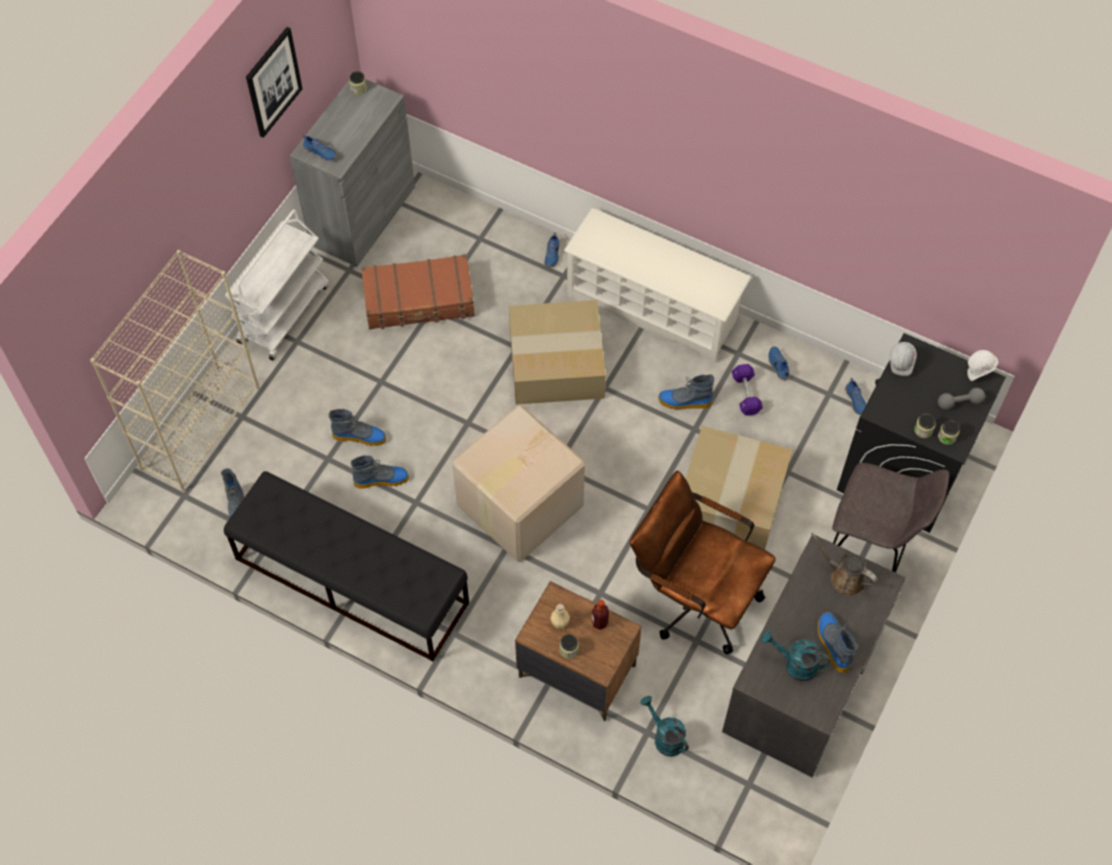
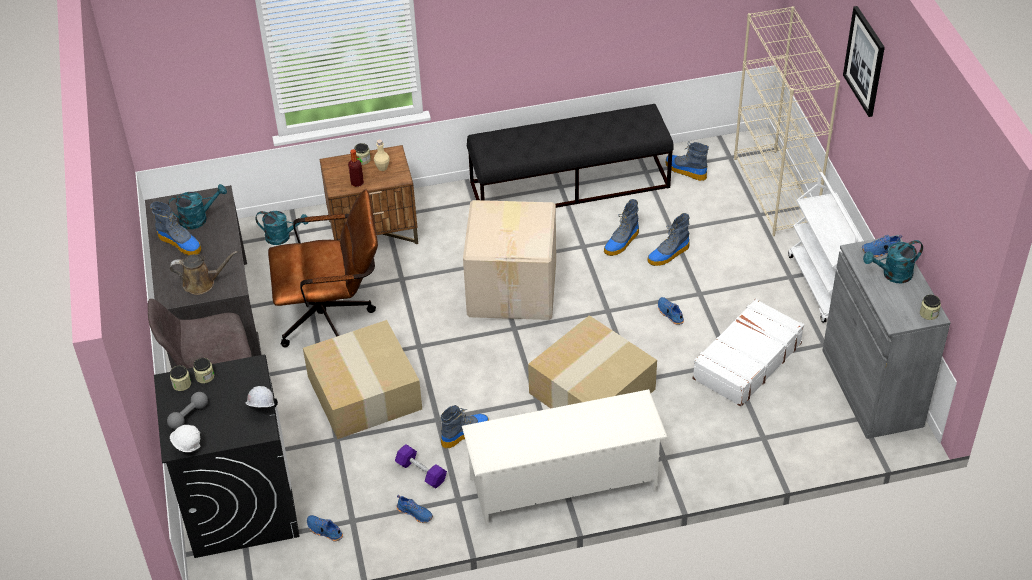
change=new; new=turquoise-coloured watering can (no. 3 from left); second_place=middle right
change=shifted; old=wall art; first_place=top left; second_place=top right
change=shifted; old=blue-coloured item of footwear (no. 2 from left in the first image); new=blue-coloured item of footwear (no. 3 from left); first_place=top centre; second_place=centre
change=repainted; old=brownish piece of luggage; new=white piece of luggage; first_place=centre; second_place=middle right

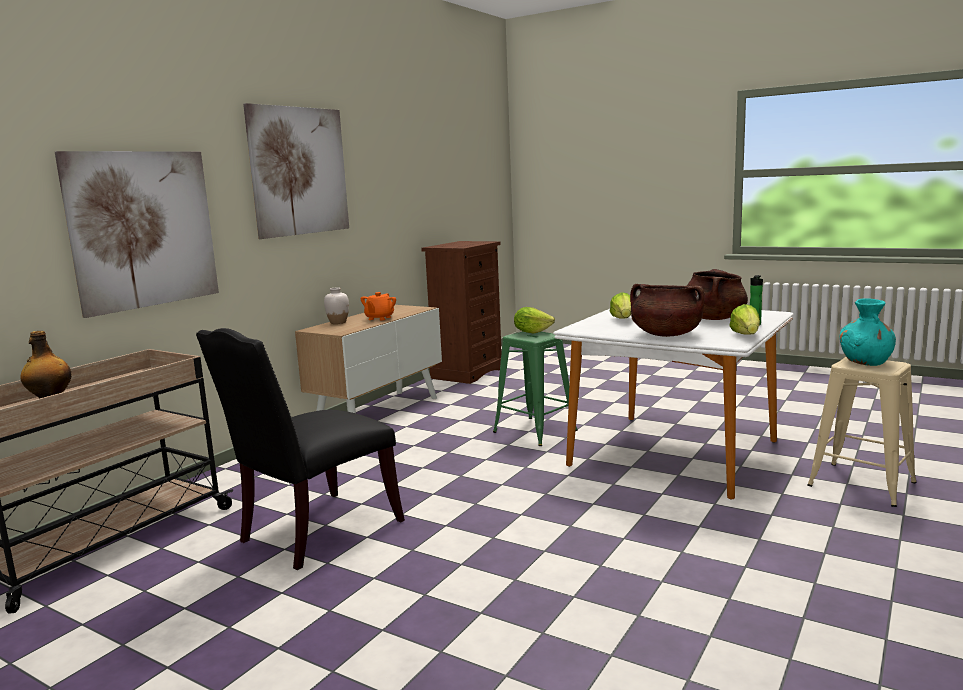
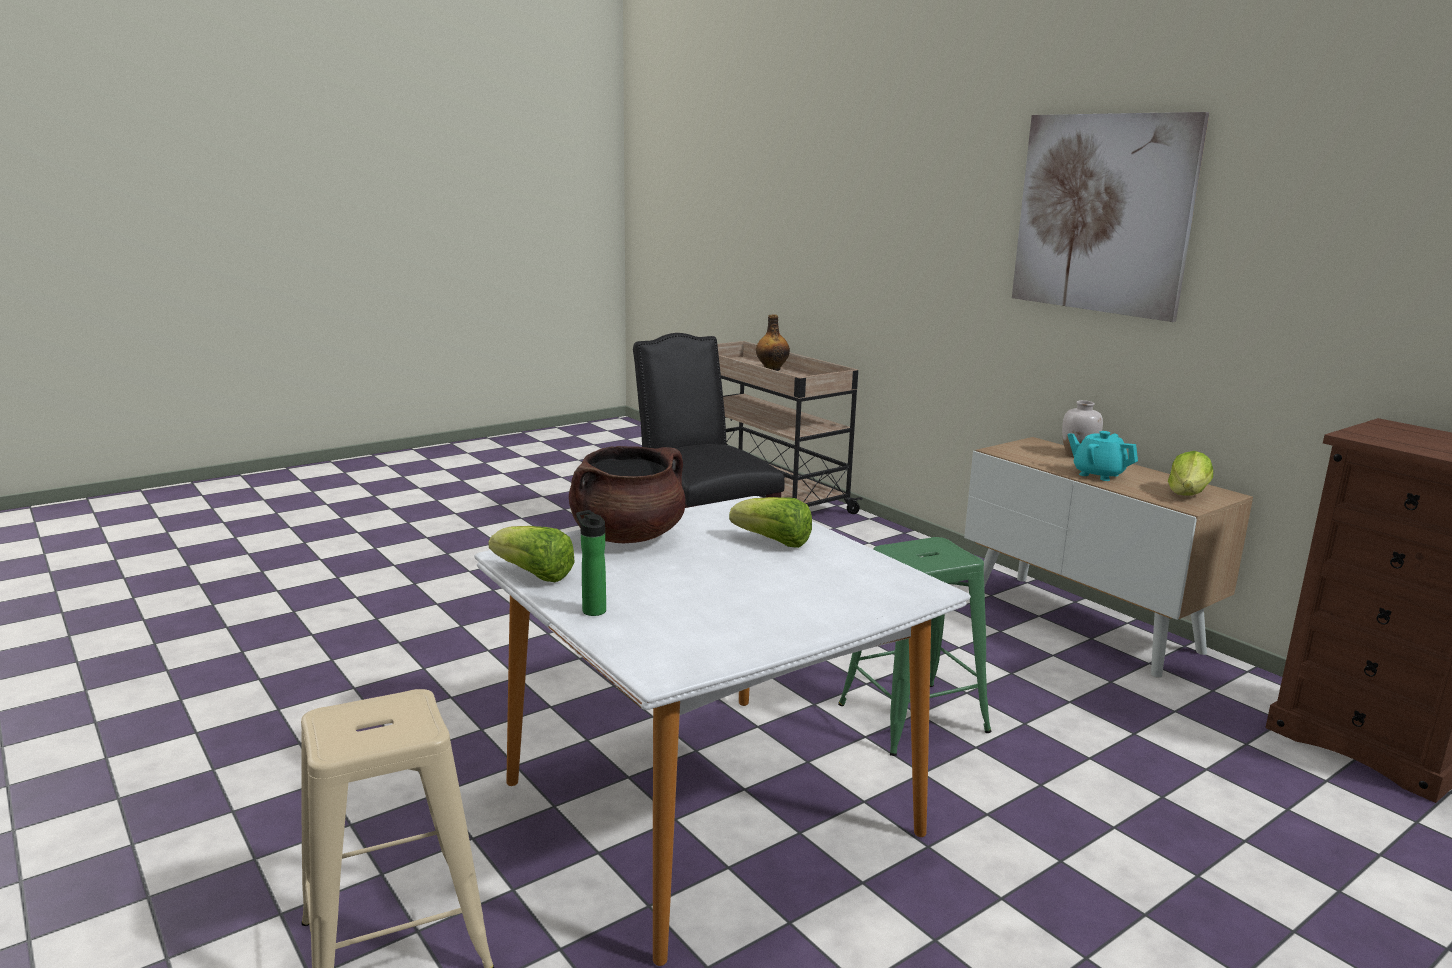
change=gone; old=wall art (no. 1 from left); first_place=middle left
change=gone; old=brownish stockpot (no. 2 from left); first_place=middle right
change=gone; old=turquoise-coloured flower vase; first_place=middle right
change=shifted; old=lettuce head (no. 1 from left in the first image); new=lettuce head (no. 3 from left); first_place=centre; second_place=middle right
change=repainted; old=orange-coloured pot for tea; new=turquoise-coloured pot for tea; first_place=centre; second_place=middle right

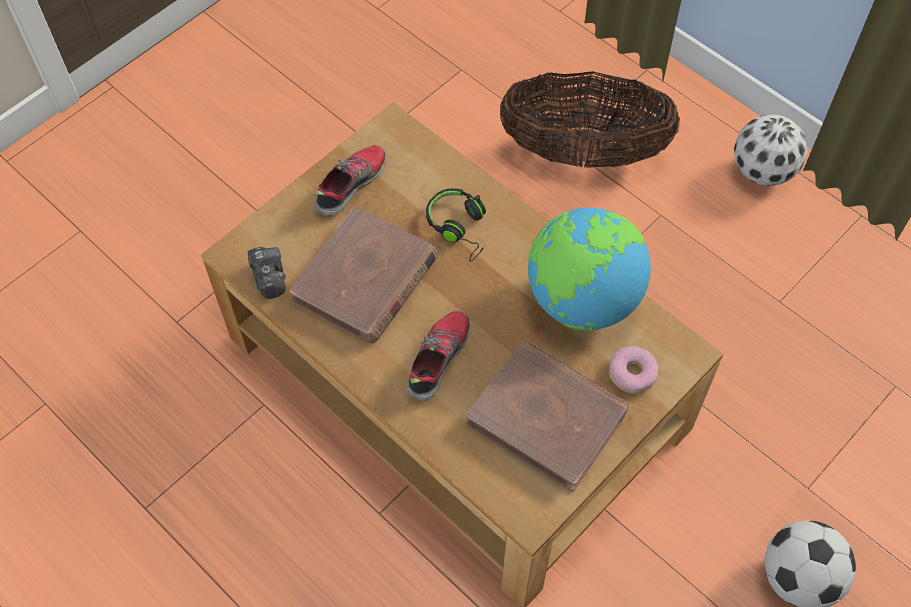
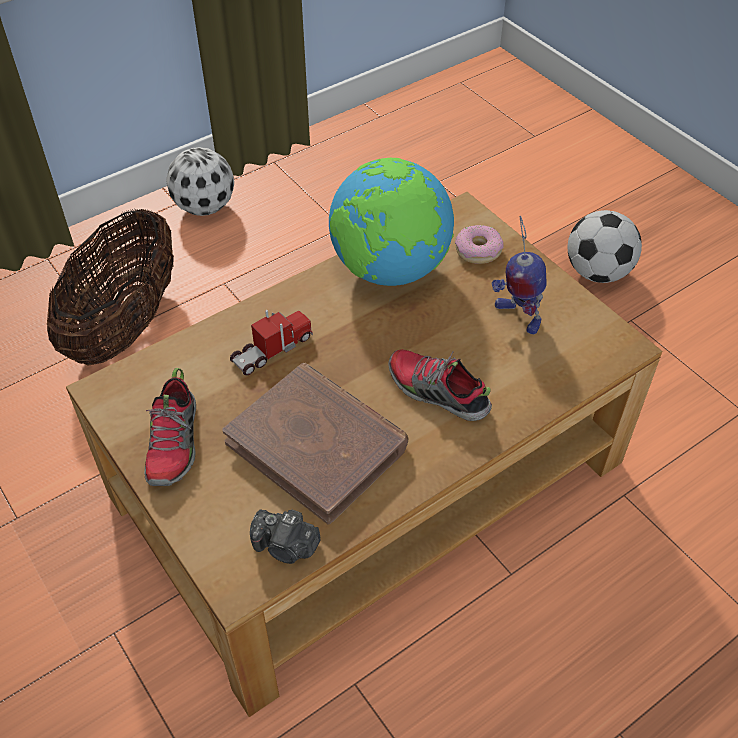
change=swapped; old=black headset; new=toy lorry; first_place=centre; second_place=centre
change=swapped; old=brownish book (no. 2 from left); new=robot figure; first_place=bottom centre; second_place=middle right
change=rotated; old=still camera; first_place=middle left; second_place=bottom centre; degrees=-150
change=rotated; old=item of footwear (no. 1 from left); first_place=top centre; second_place=middle left; degrees=-135

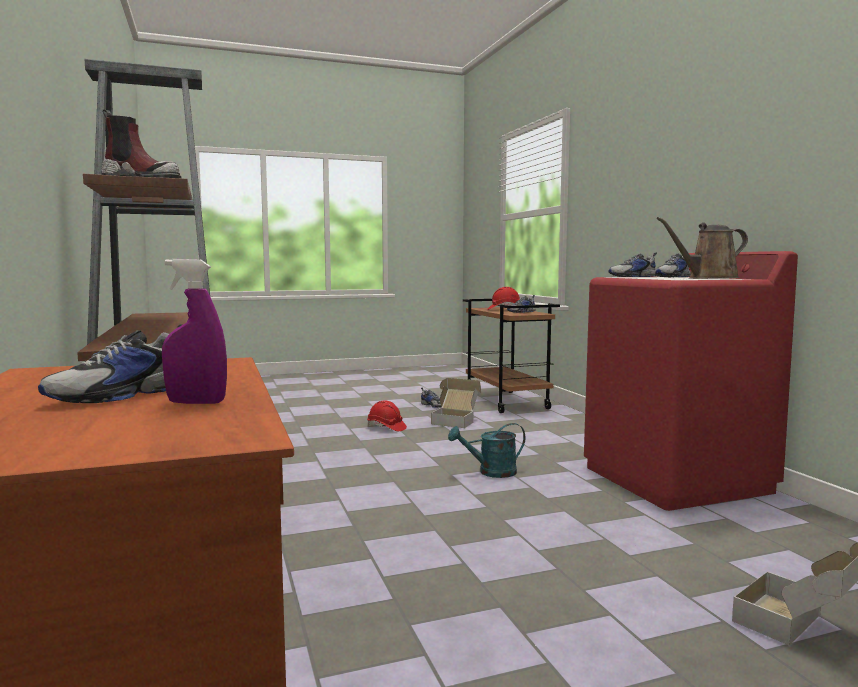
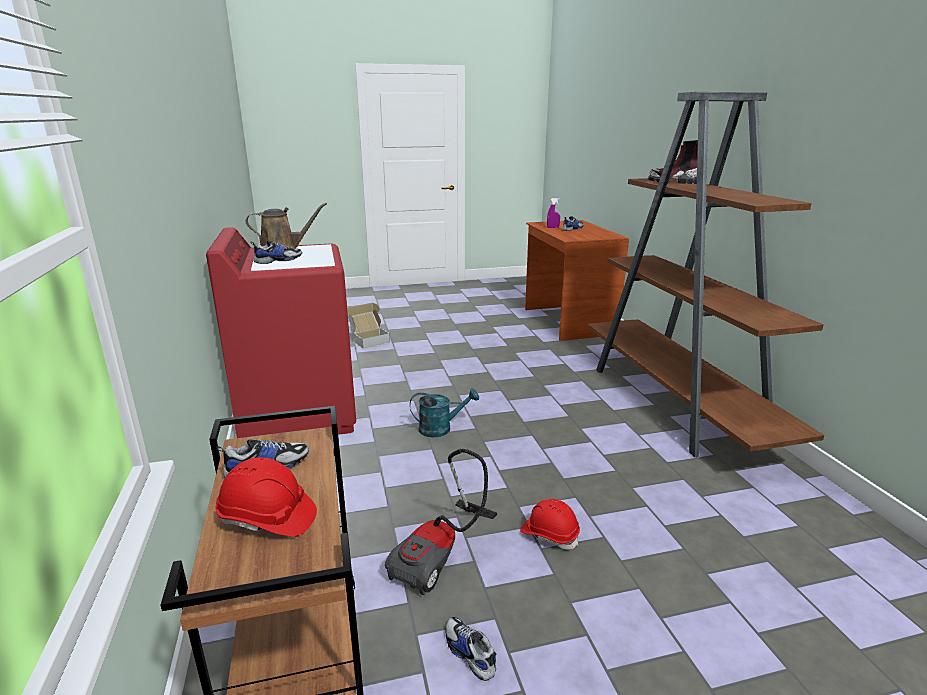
change=gone; old=item of footwear (no. 4 from left); first_place=middle right
change=swapped; old=carton (no. 1 from left); new=hoover; first_place=centre; second_place=bottom centre

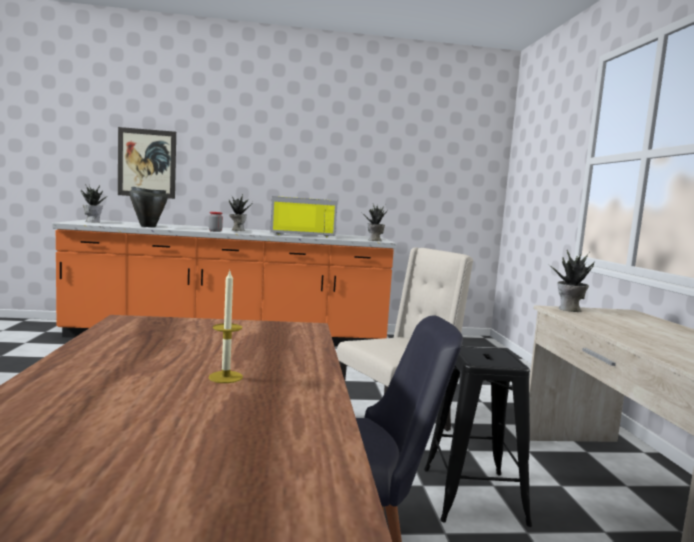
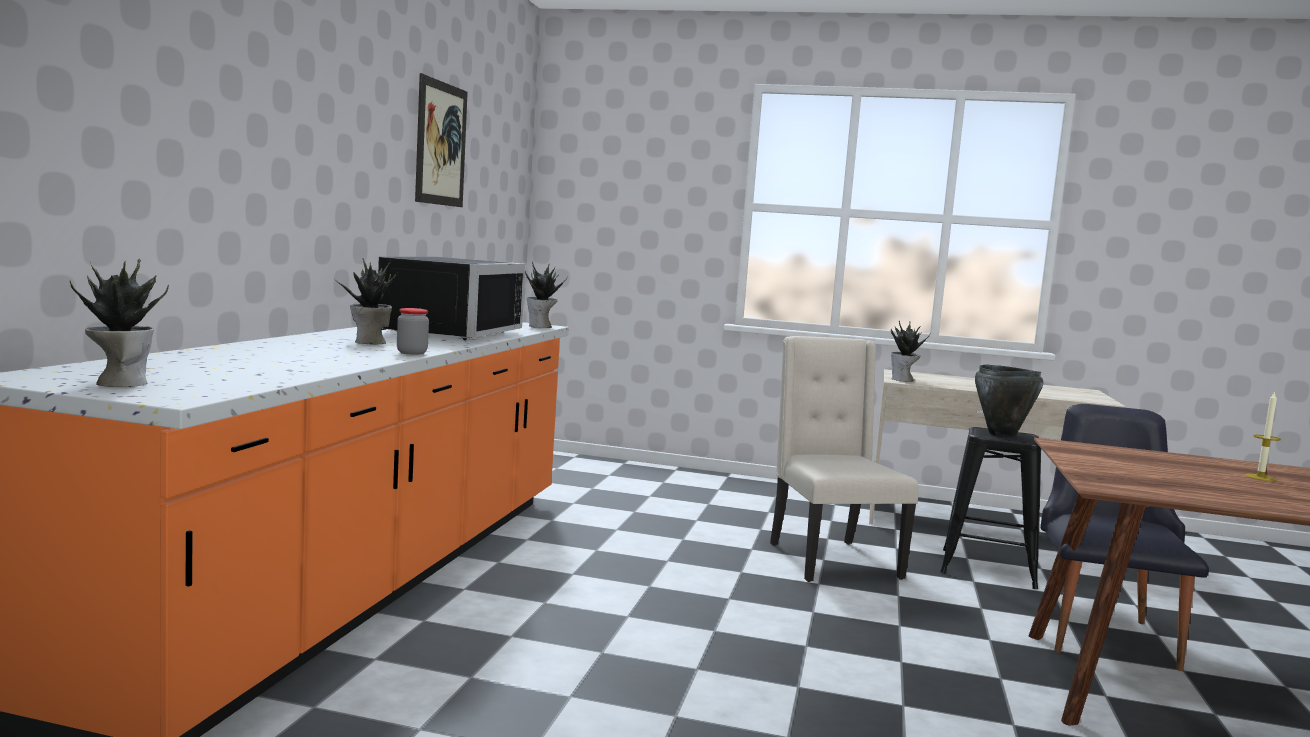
change=shifted; old=wall art; first_place=top left; second_place=top centre
change=shifted; old=black stockpot; first_place=middle left; second_place=middle right
change=repainted; old=yellow-coloured microwave; new=black microwave; first_place=centre; second_place=centre

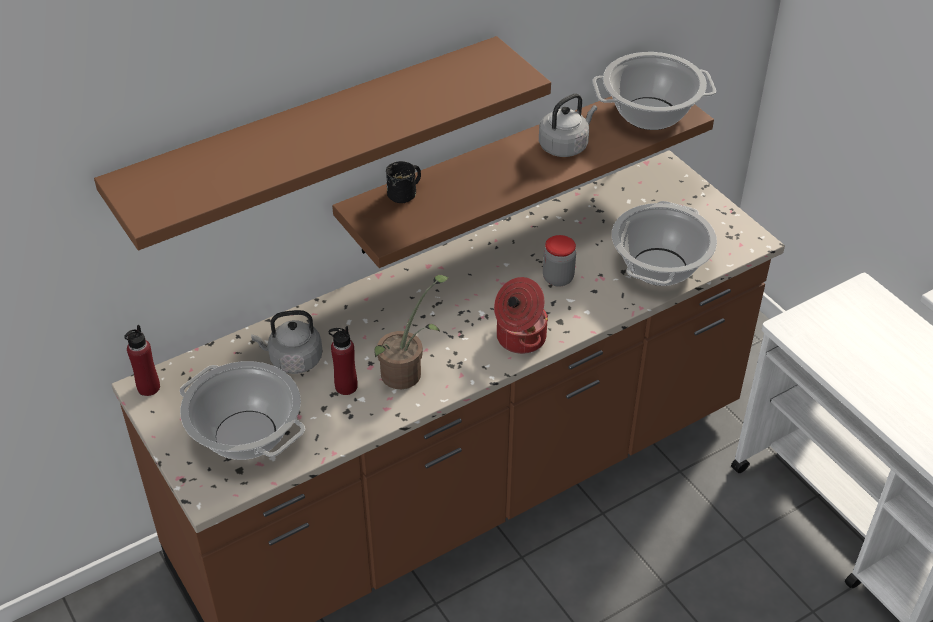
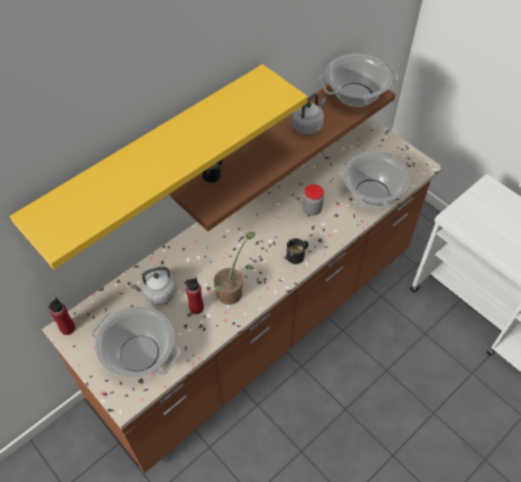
change=swapped; old=stockpot (no. 2 from left); new=black coffee mug (no. 2 from left); first_place=centre; second_place=centre
change=repainted; old=brownish bracket shelf (no. 1 from left); new=yellow-coloured bracket shelf; first_place=top centre; second_place=middle left

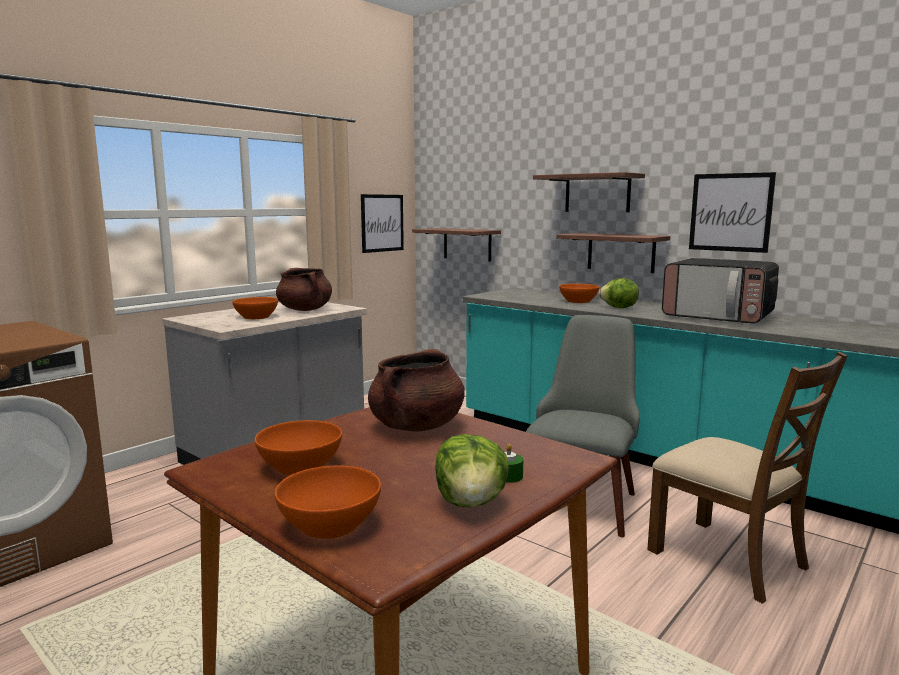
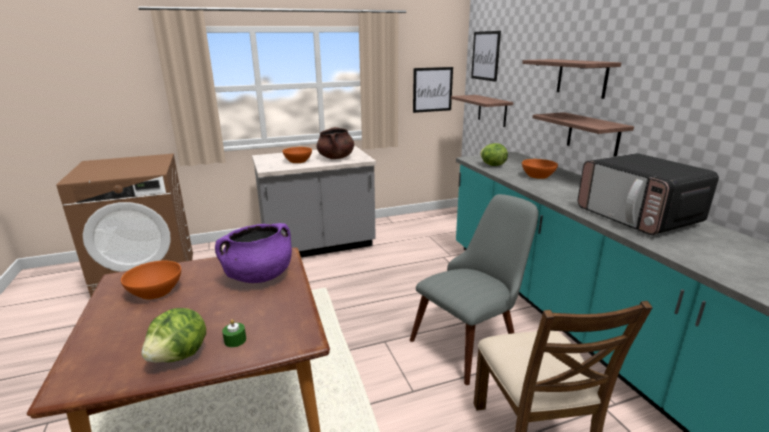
change=gone; old=orange-coloured bowl (no. 3 from left); first_place=bottom centre
change=shifted; old=lettuce head (no. 2 from left); first_place=middle right; second_place=centre
change=shifted; old=wall art (no. 2 from left); first_place=top right; second_place=top centre
change=repainted; old=brownish stockpot (no. 2 from left); new=purple-coloured stockpot; first_place=centre; second_place=middle left

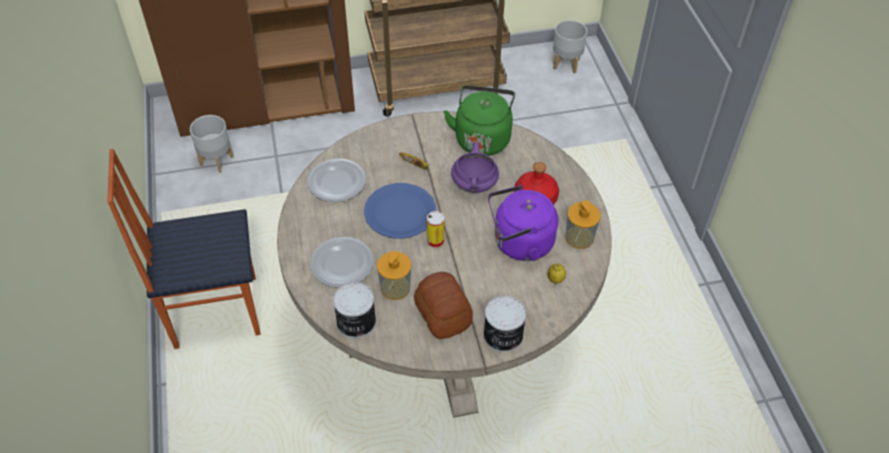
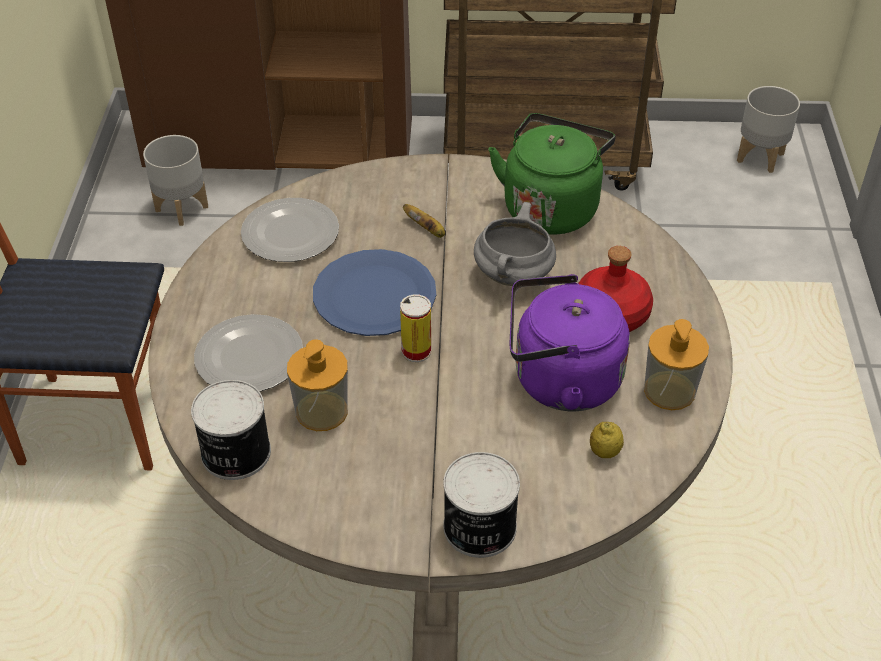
change=gone; old=bakery bread; first_place=bottom centre
change=repainted; old=purple-coloured stockpot; new=greyish stockpot; first_place=centre; second_place=centre

